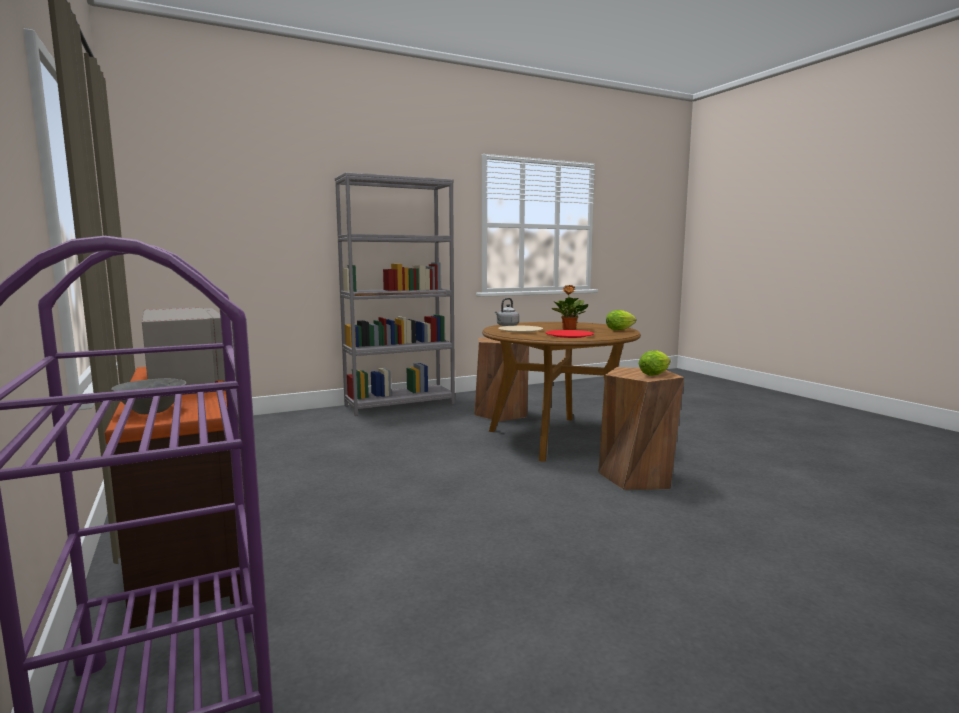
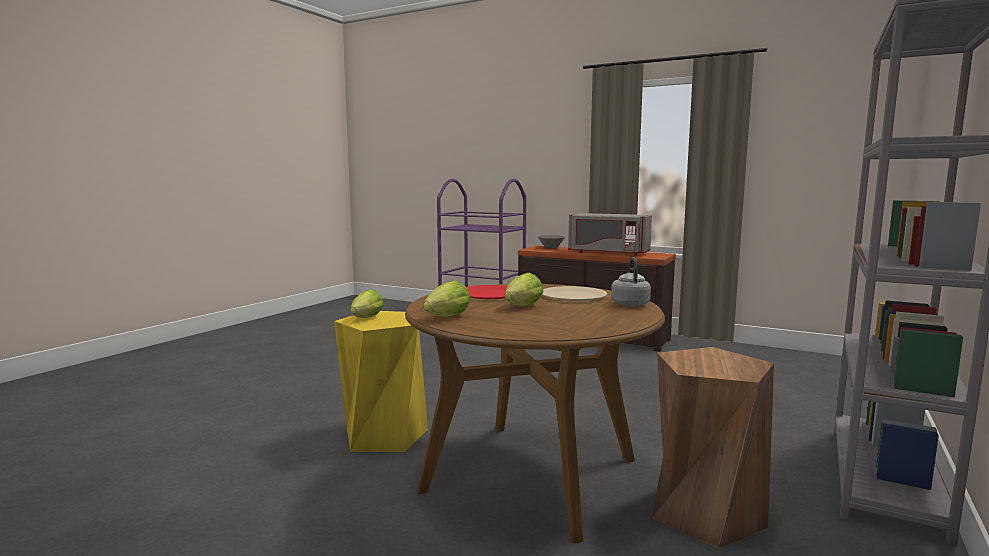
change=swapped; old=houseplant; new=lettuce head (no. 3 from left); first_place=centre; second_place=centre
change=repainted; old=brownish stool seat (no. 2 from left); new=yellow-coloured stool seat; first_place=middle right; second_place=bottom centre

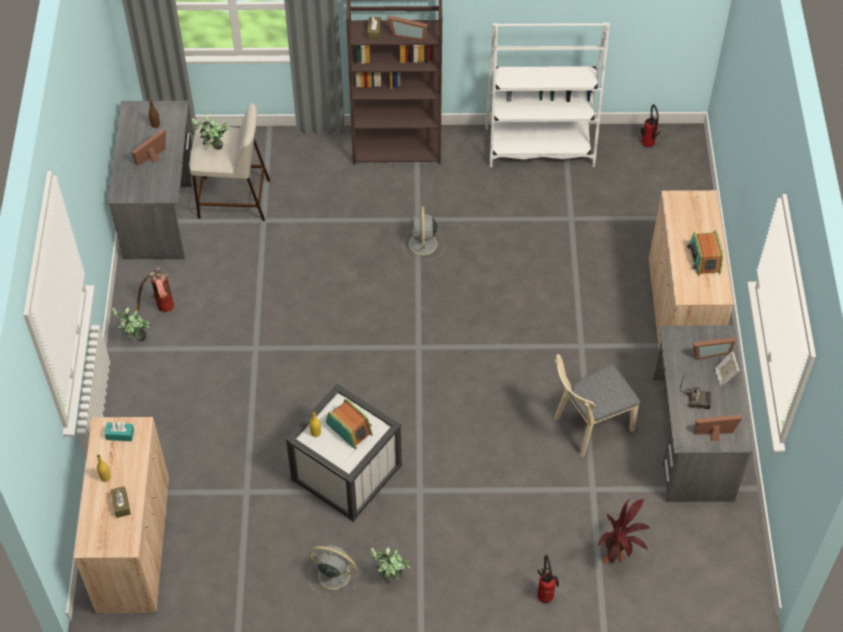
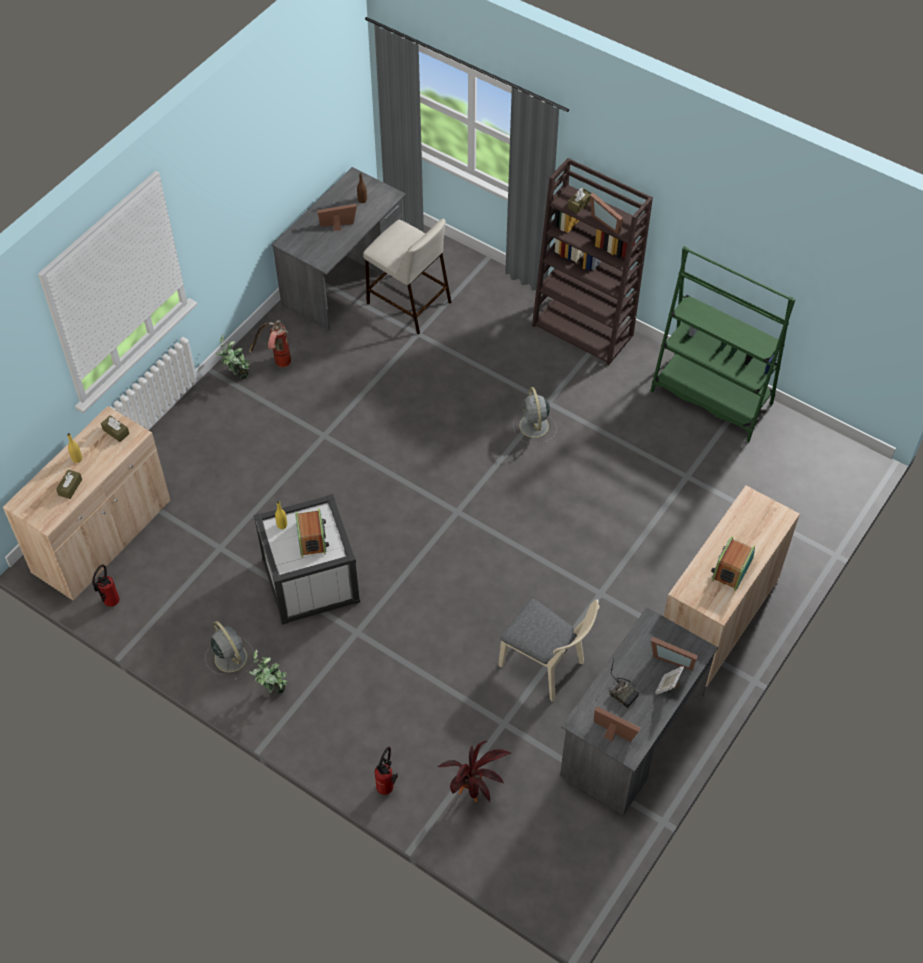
change=gone; old=houseplant (no. 2 from left); first_place=top left
change=shifted; old=extinguisher (no. 3 from left in the first image); new=extinguisher (no. 1 from left); first_place=top right; second_place=middle left
change=repainted; old=turquoise-coloured box of tissues; new=brownish box of tissues (no. 2 from left); first_place=bottom left; second_place=middle left
change=repainted; old=white shelving unit; new=green shelving unit; first_place=top centre; second_place=middle right
change=rotated; old=greyish fan (no. 2 from left); first_place=centre; second_place=centre; degrees=-45
change=rotated; old=sand-coloured plain chair; first_place=middle right; second_place=bottom centre; degrees=-150

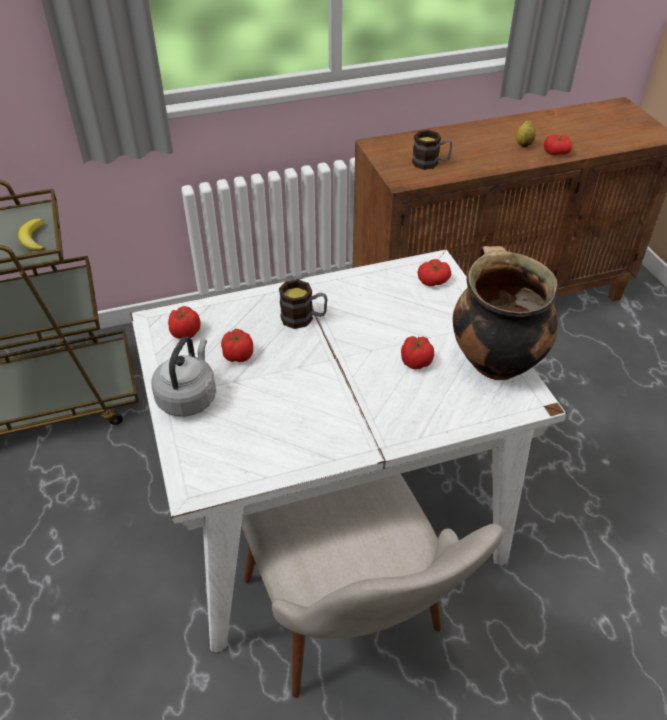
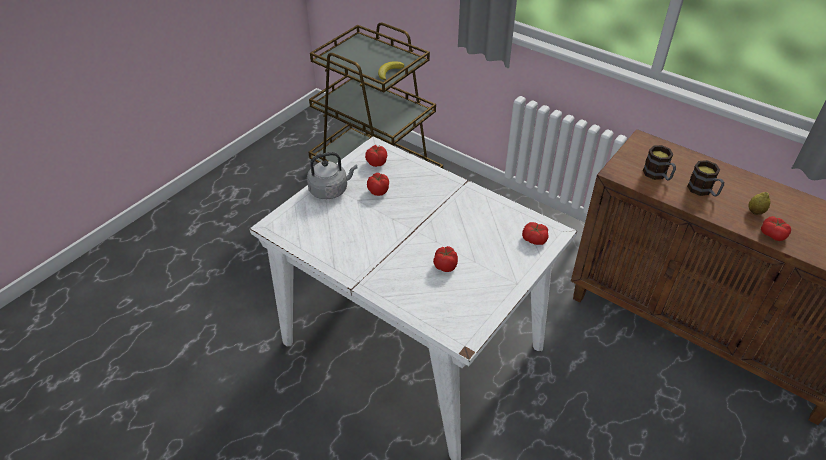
change=gone; old=sand-coloured plain chair; first_place=bottom centre
change=gone; old=stockpot; first_place=middle right
change=shifted; old=coffee mug (no. 1 from left in the first image); new=coffee mug (no. 2 from left); first_place=centre; second_place=middle right

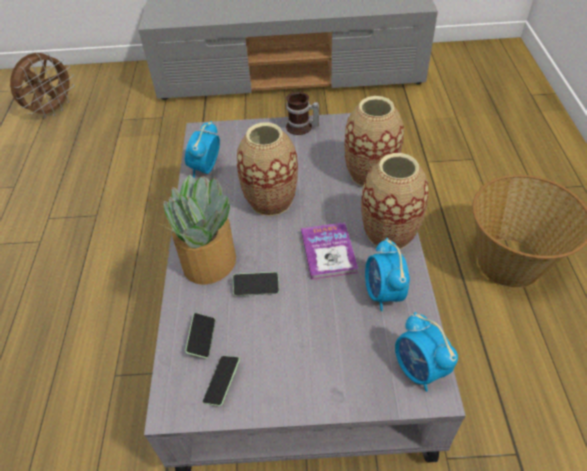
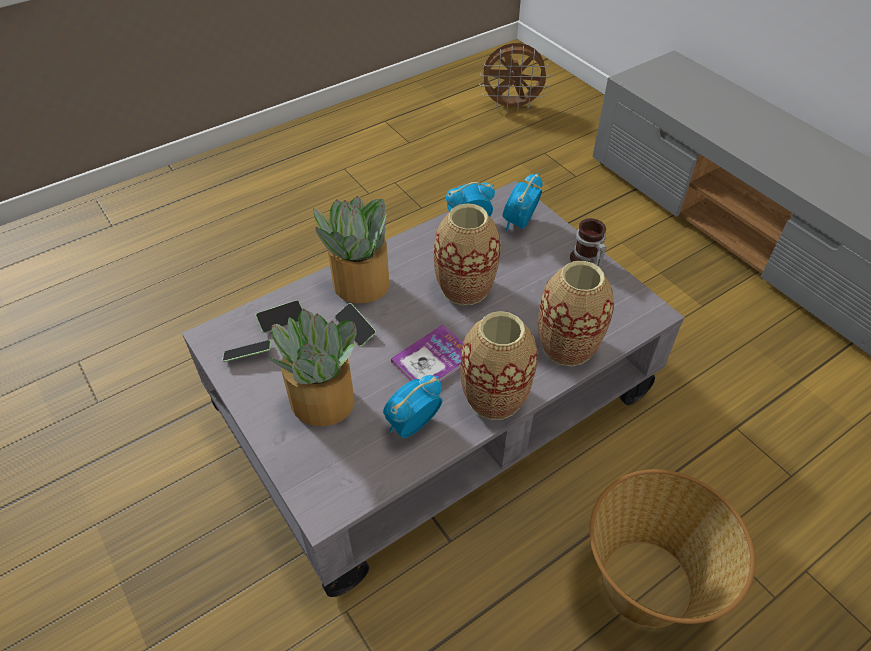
change=new; new=houseplant (no. 1 from left); second_place=centre
change=shifted; old=bedside clock (no. 3 from left); first_place=bottom right; second_place=top centre

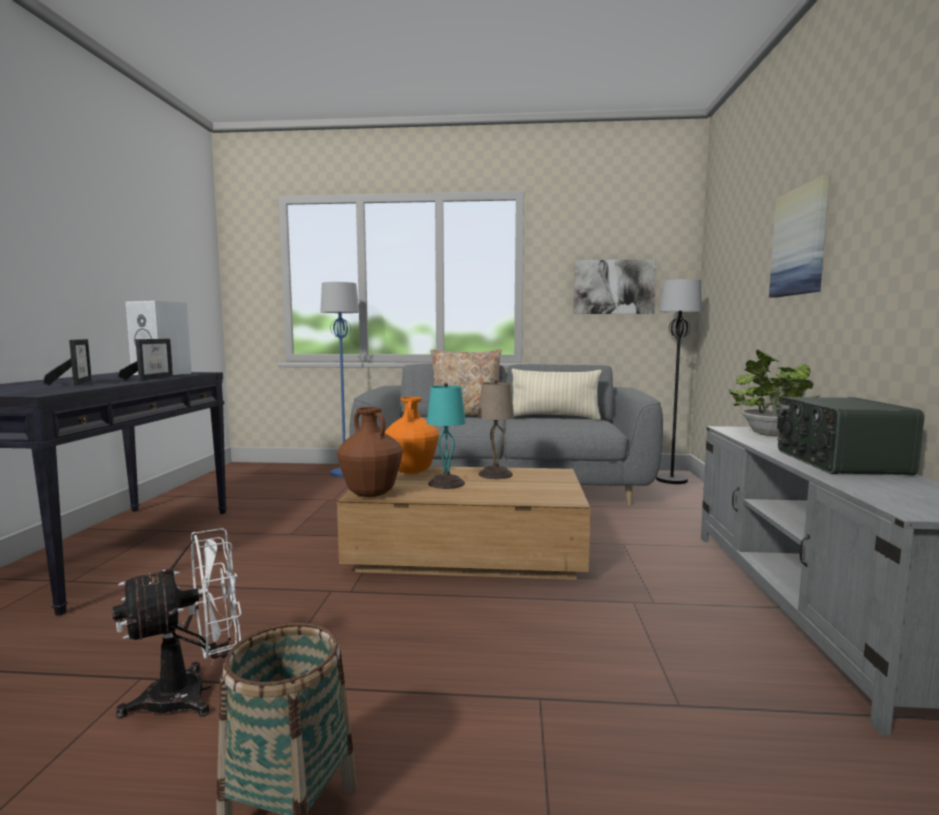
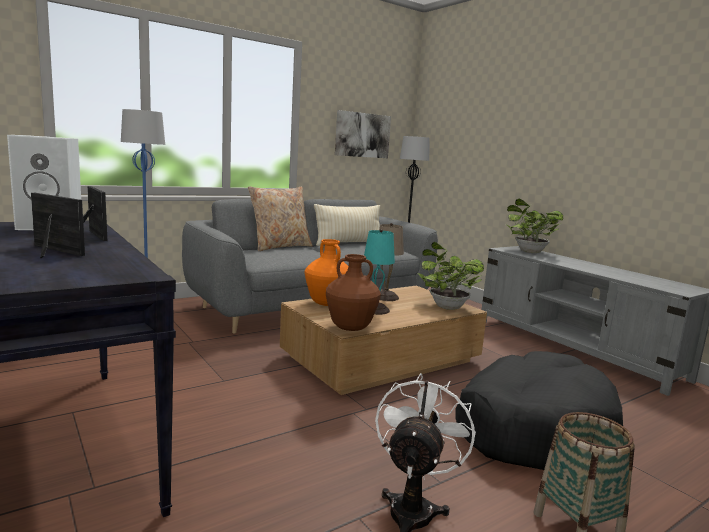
change=gone; old=wall art (no. 2 from left); first_place=top right
change=gone; old=radio receiver; first_place=middle right
change=new; new=houseplant (no. 1 from left); second_place=centre
change=new; new=black dog bed; second_place=bottom right

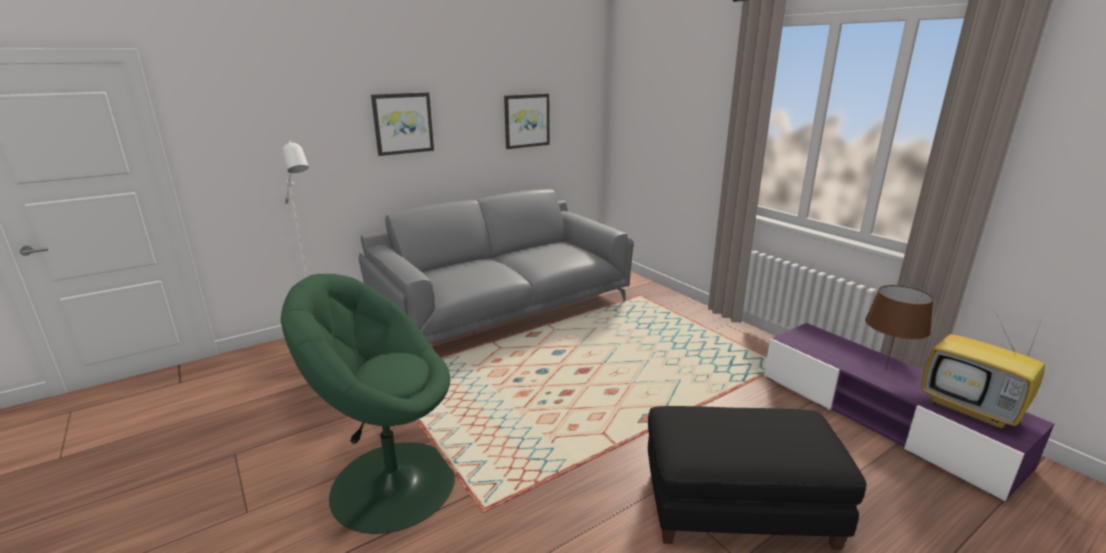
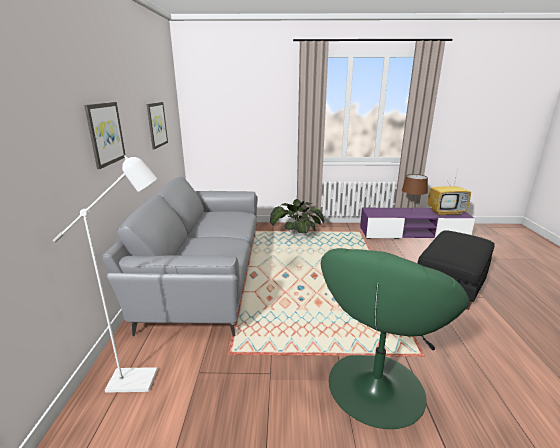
change=new; new=houseplant; second_place=centre

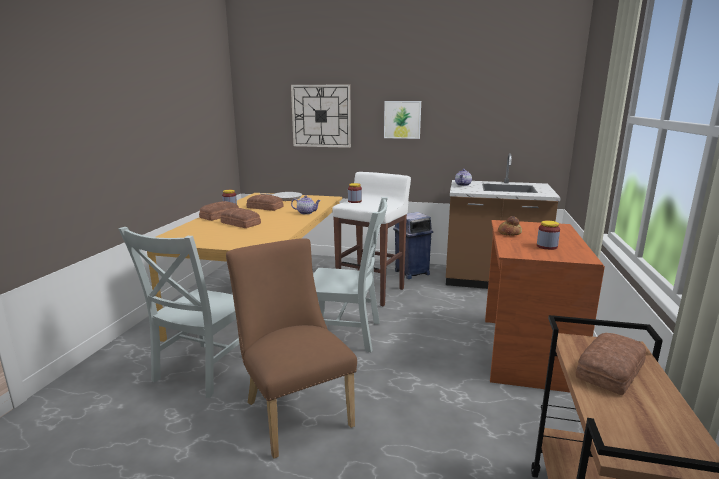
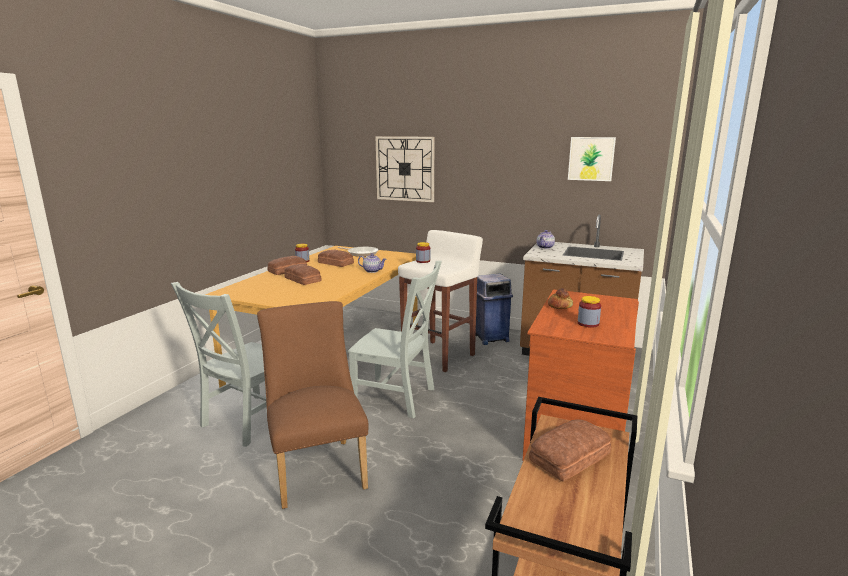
change=shifted; old=wall art; first_place=top centre; second_place=top right

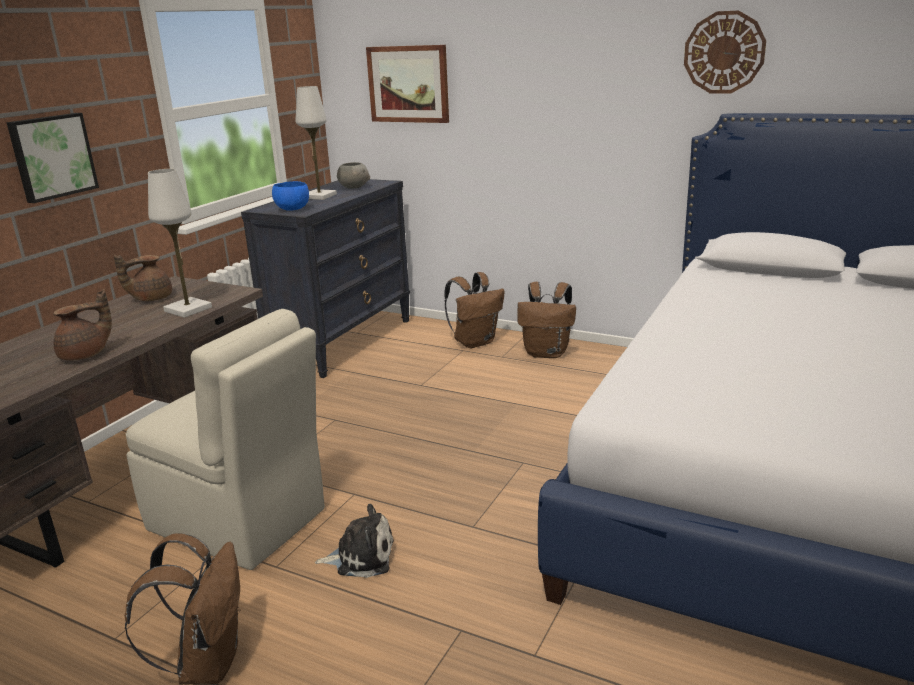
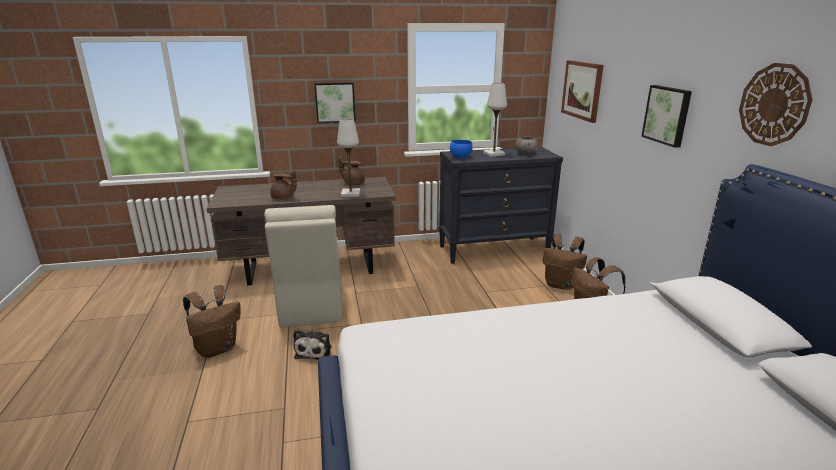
change=new; new=wall art (no. 3 from left); second_place=top right
change=rotated; old=soft toy; first_place=bottom centre; second_place=bottom centre; degrees=45

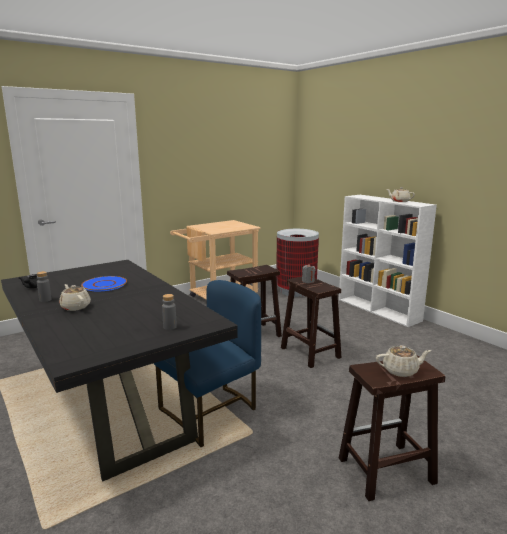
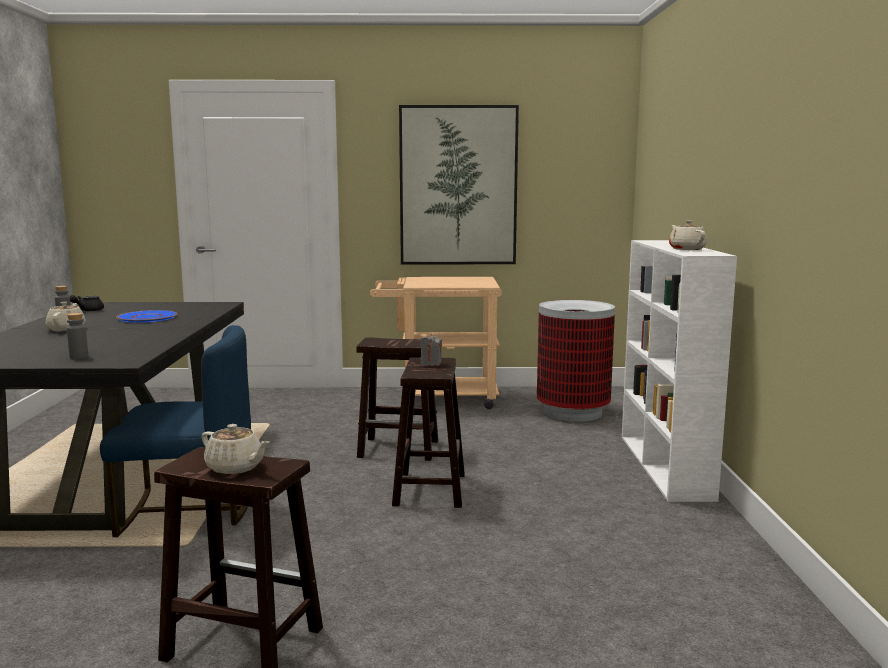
change=new; new=wall art; second_place=top centre

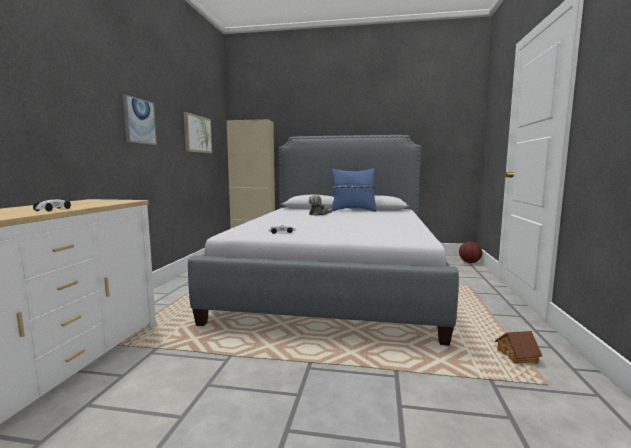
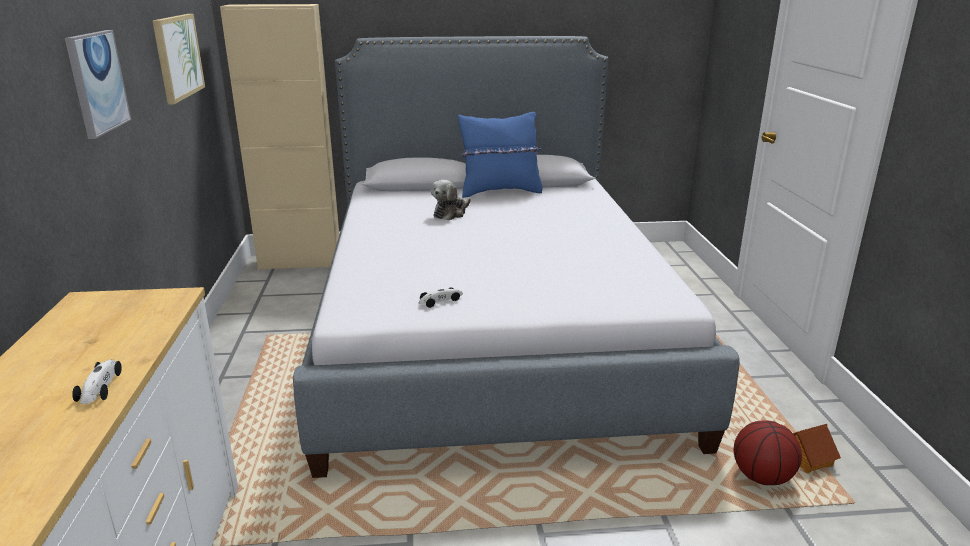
change=shifted; old=ball for basketball; first_place=middle right; second_place=bottom right

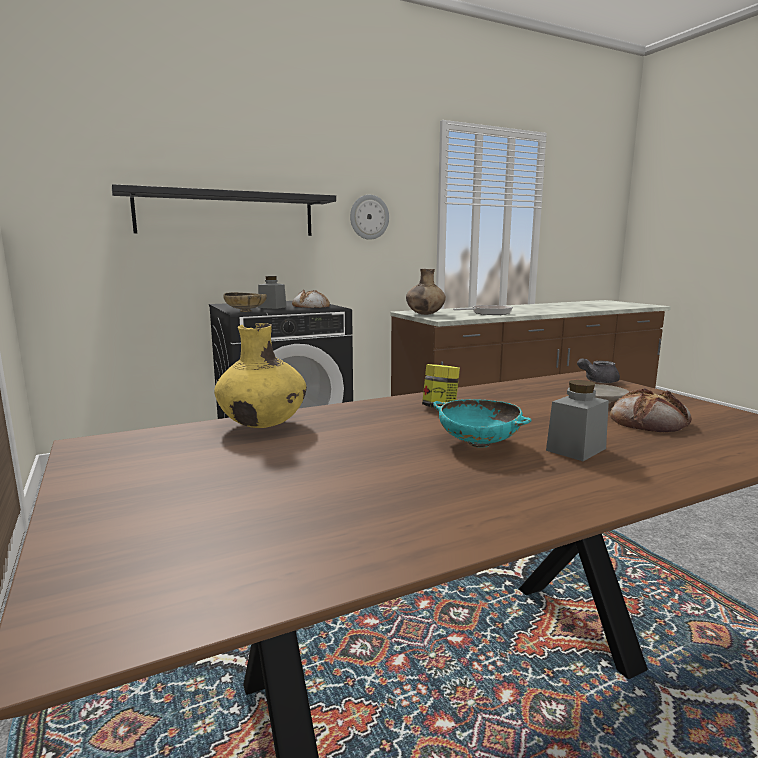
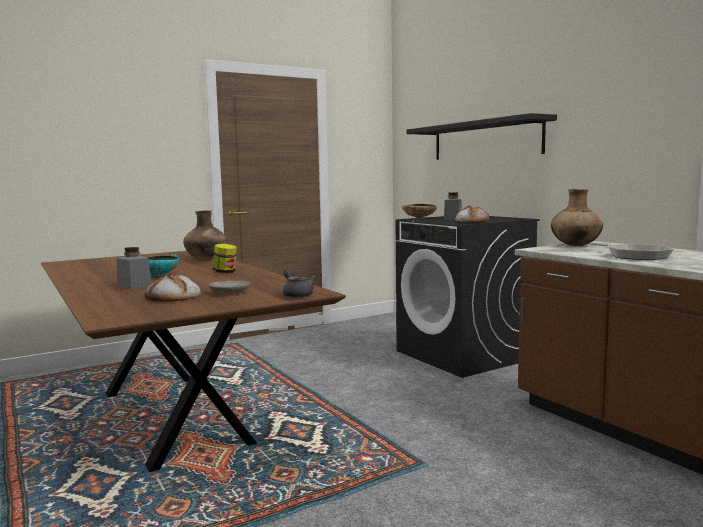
change=gone; old=hanging clock; first_place=top centre
change=repainted; old=yellow-coloured flower vase; new=brownish flower vase (no. 1 from left); first_place=centre; second_place=middle left

